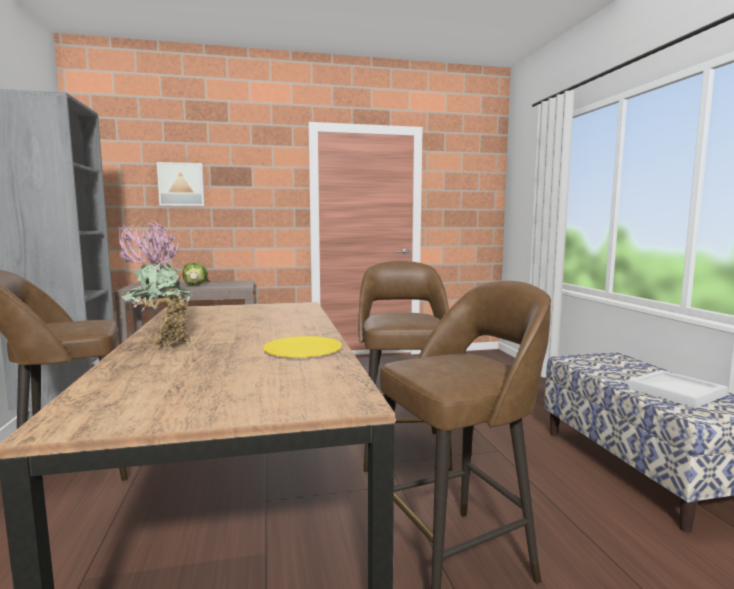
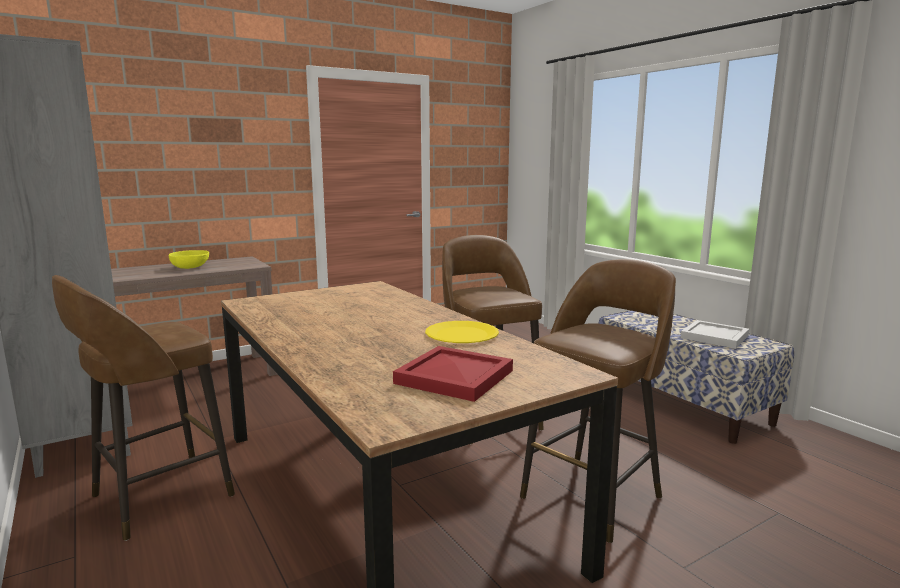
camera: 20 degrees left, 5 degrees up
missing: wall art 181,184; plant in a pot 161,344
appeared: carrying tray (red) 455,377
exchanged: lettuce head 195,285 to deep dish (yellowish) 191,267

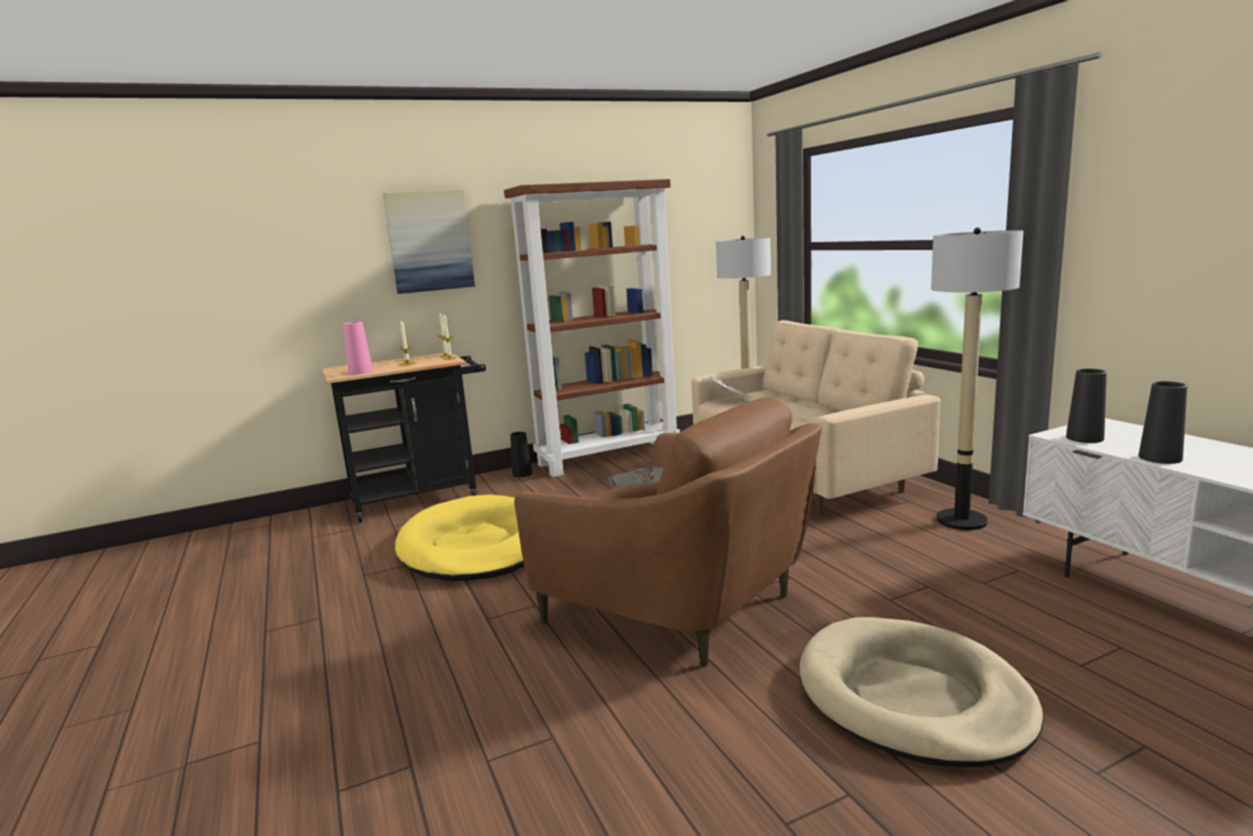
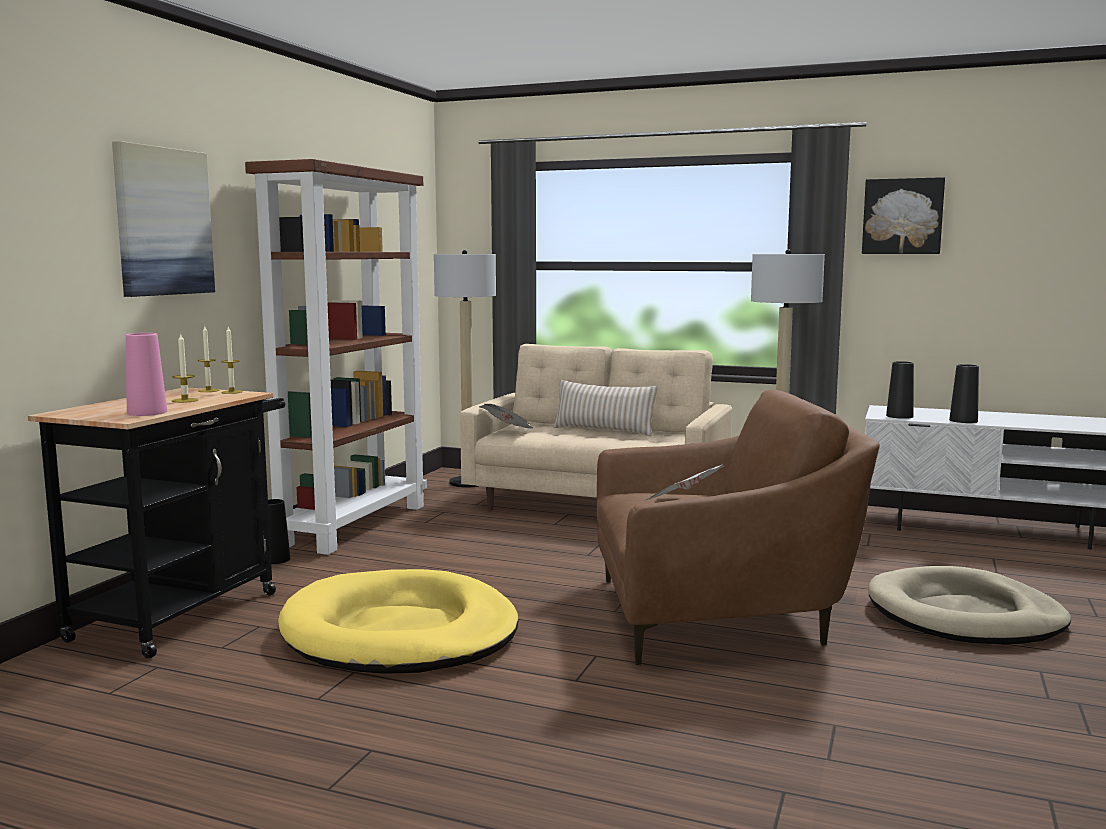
camera: 45 degrees left, 5 degrees down
appeared: wall art 902,216; cushion (sand-coloured) 604,430

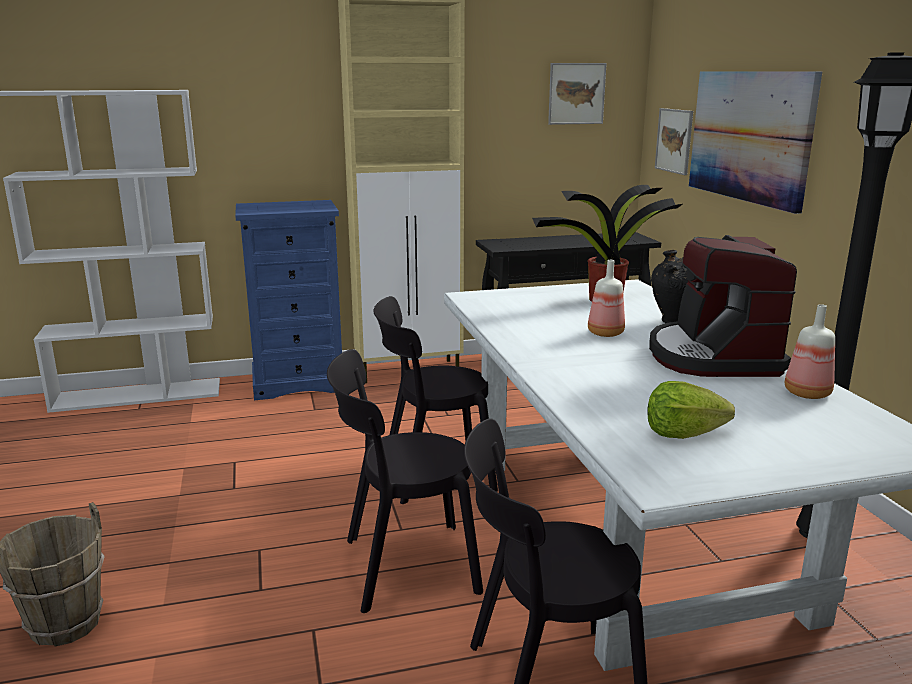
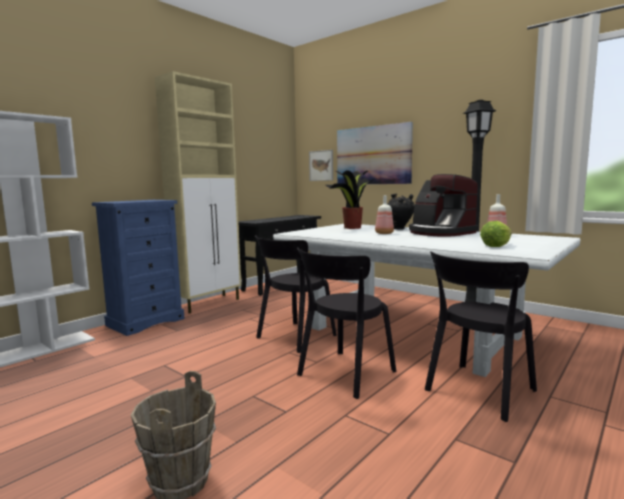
camera: 35 degrees left, 10 degrees down
missing: wall art 576,93

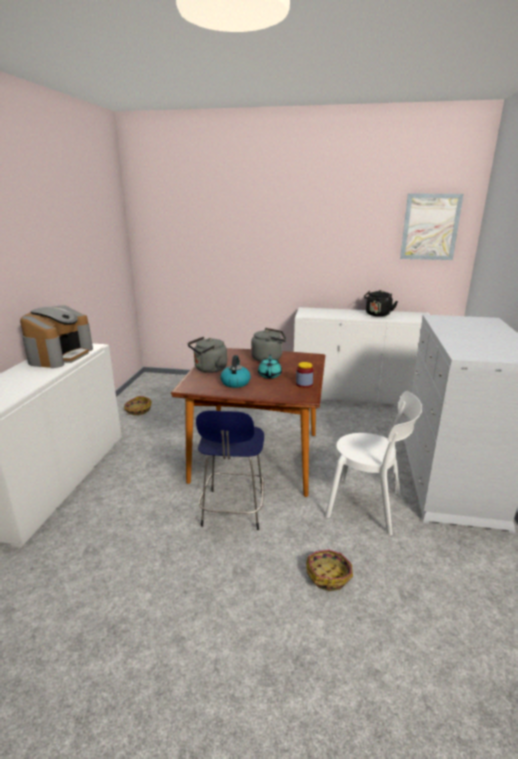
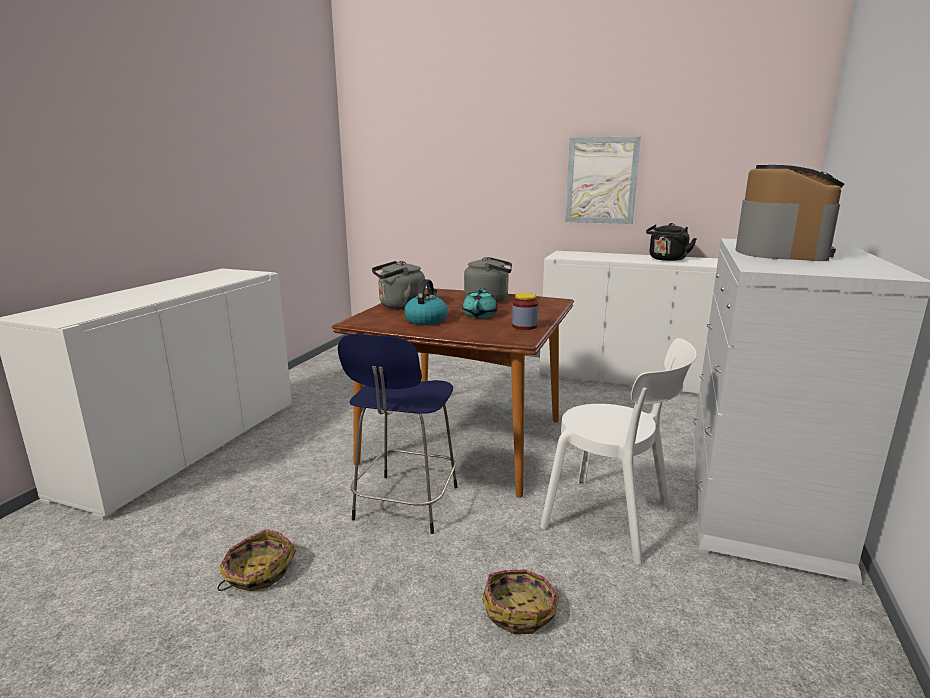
camera: 10 degrees right, 5 degrees down
relocated: wall art 430,227 to 601,180; coffee maker 60,355 to 781,251; household basket 138,410 to 257,572

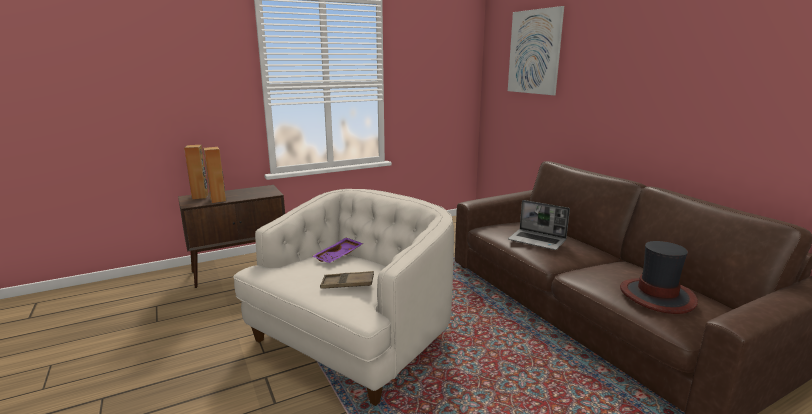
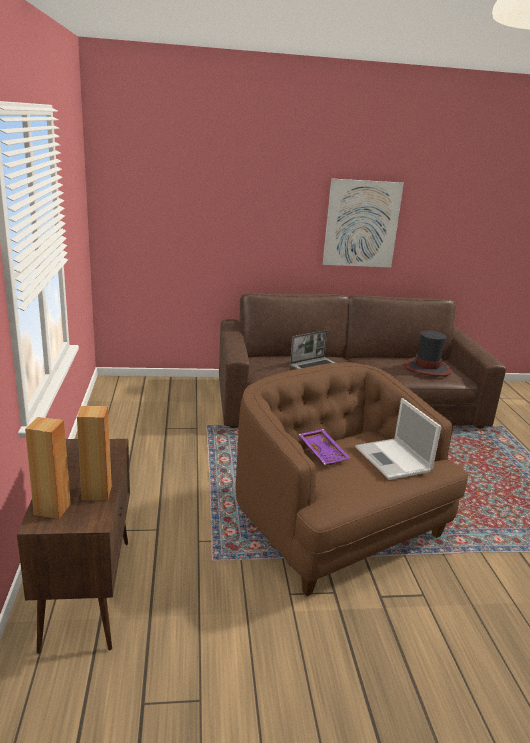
camera: 70 degrees left, 5 degrees up
relocated: wall art 534,52 to 361,224
exchanged: carrying tray (brownish) 347,284 to notebook computer 393,460
colour: armchair (white) 352,340 to armchair (brownish) 336,527

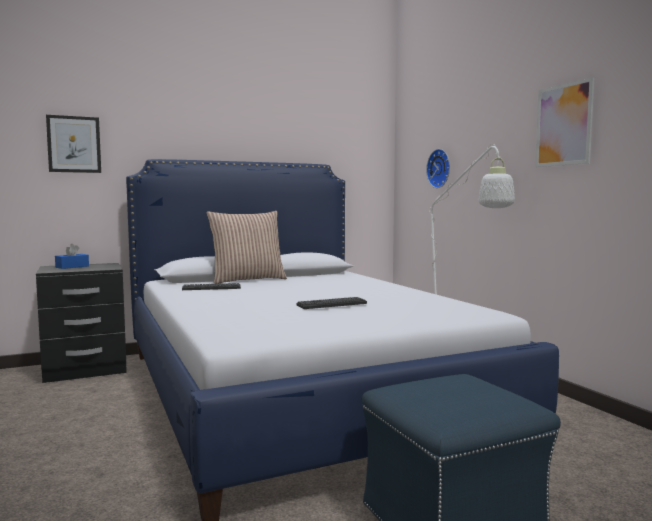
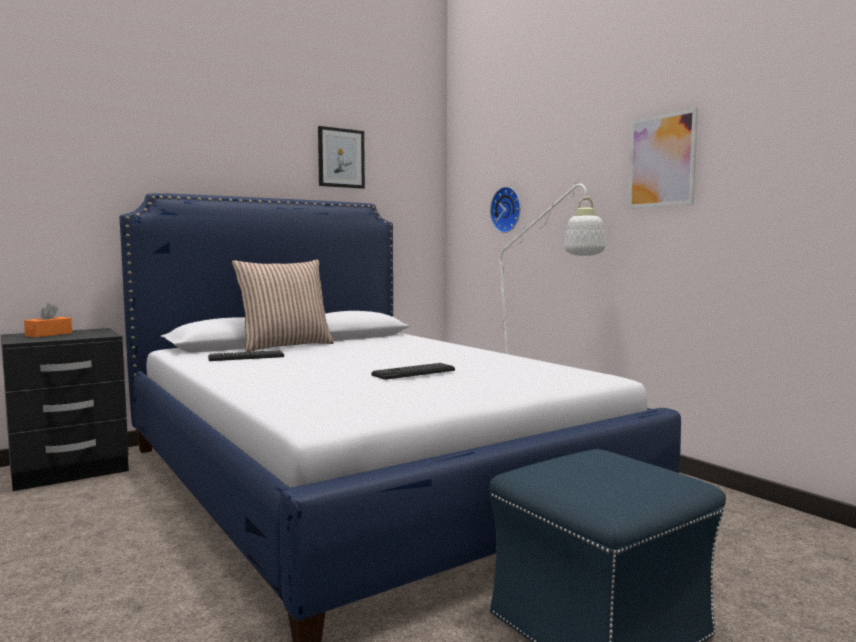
camera: 10 degrees left, 0 degrees up
relocated: wall art 74,144 to 341,158
colour: tissue box (bluish) 72,267 to tissue box (orange) 49,334

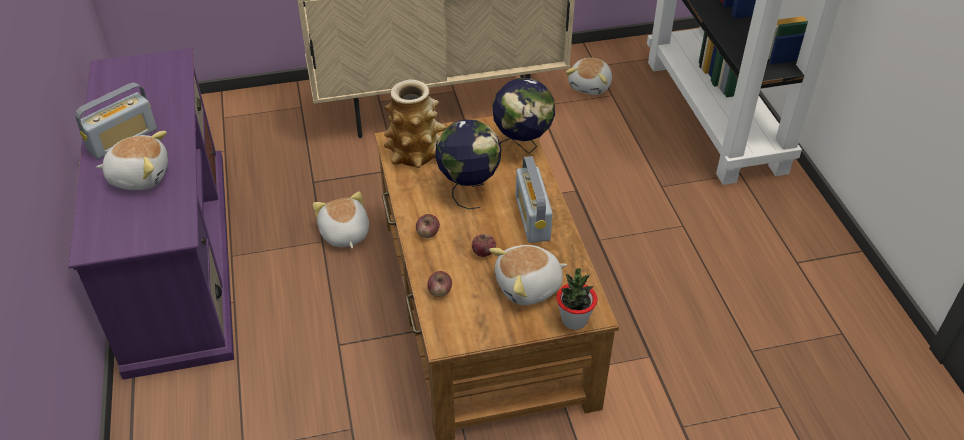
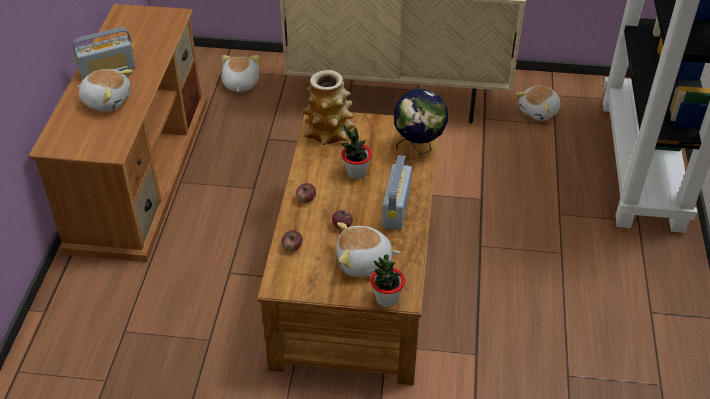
camera: 20 degrees right, 0 degrees up
relocated: soft toy 344,234 to 240,84
exchanged: world globe 468,190 to plant in a pot 356,173
colour: media console (purplish) 176,255 to media console (brownish) 140,170

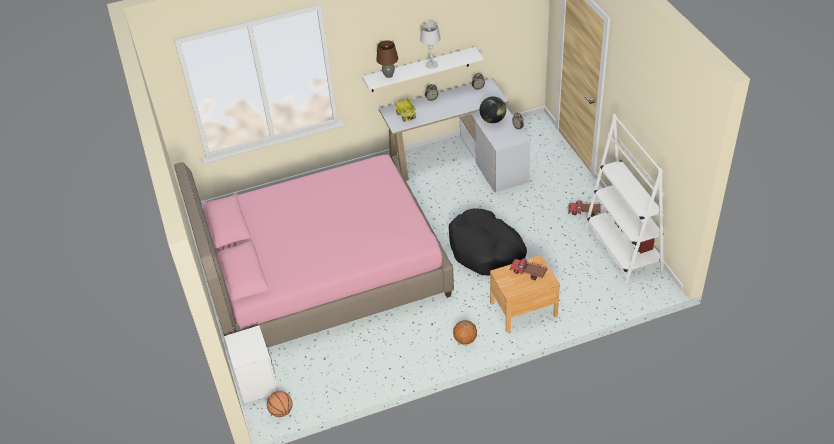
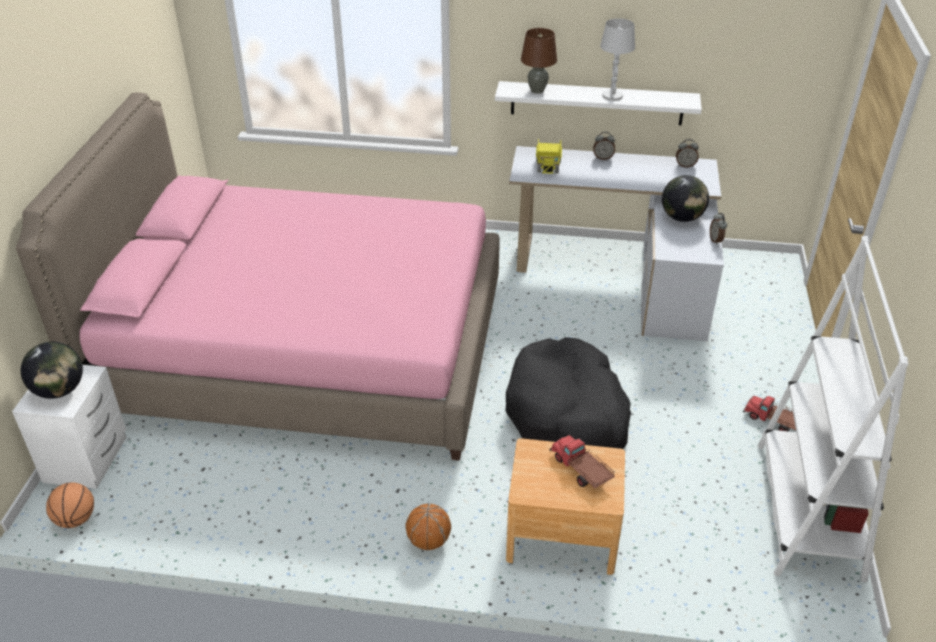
camera: 25 degrees right, 5 degrees down
appeared: world globe 59,390

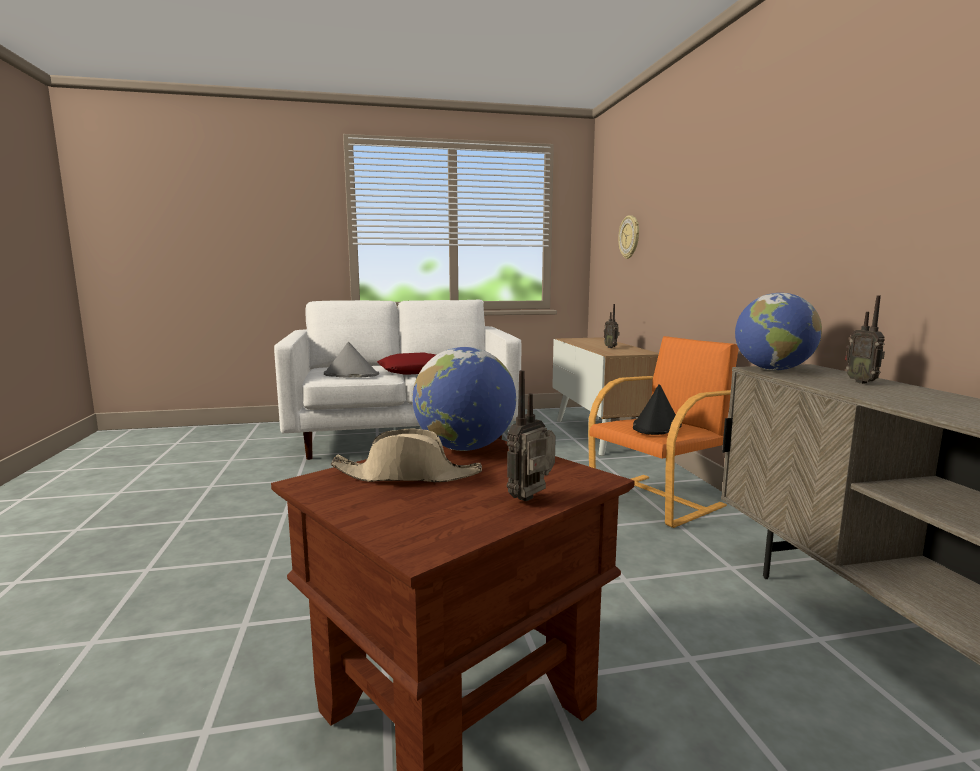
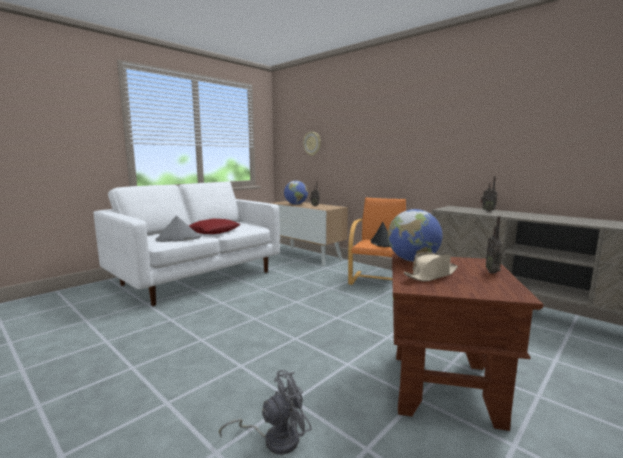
camera: 35 degrees left, 0 degrees up
appeared: cooling fan (gray) 274,439
relocated: world globe 773,369 to 296,204

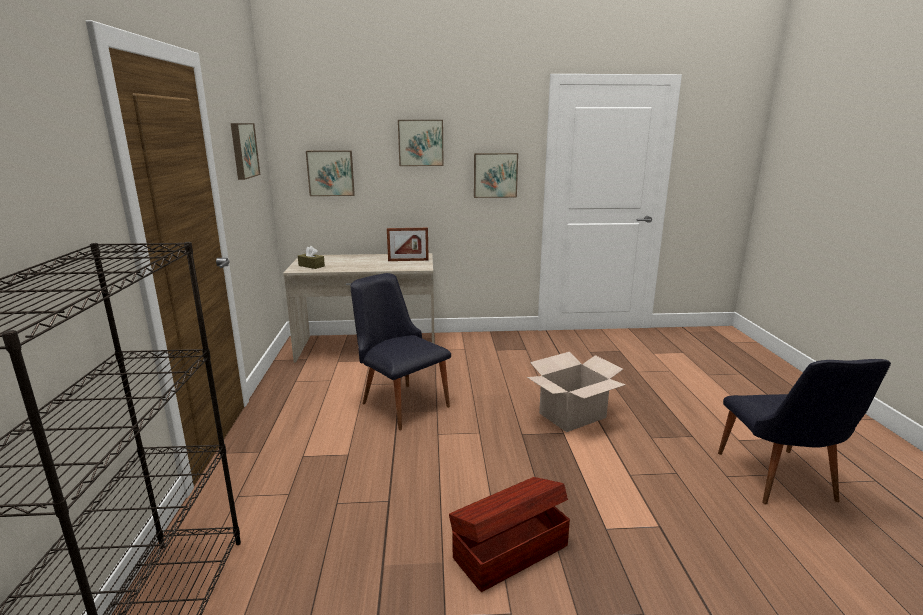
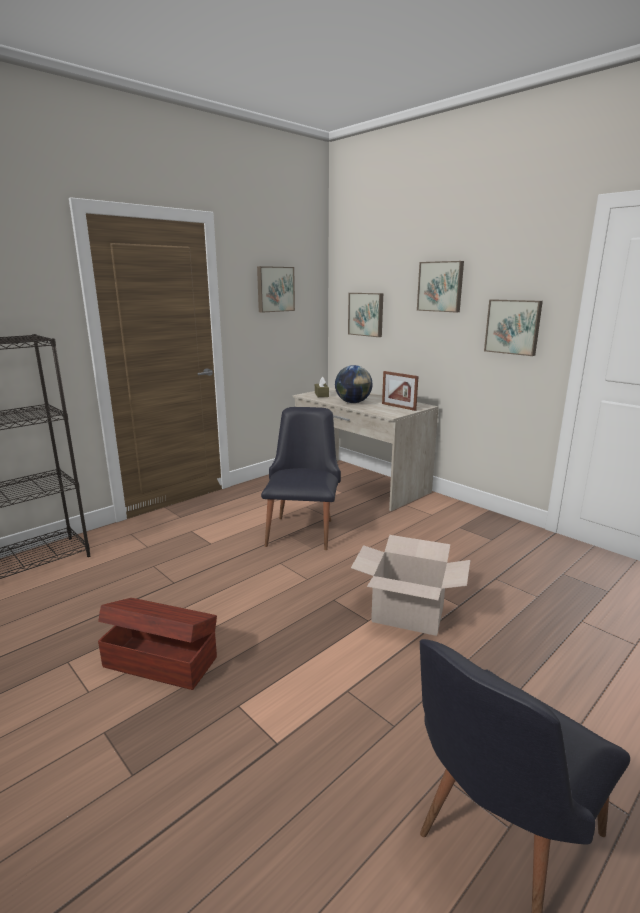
camera: 50 degrees right, 0 degrees up
appeared: world globe 353,402

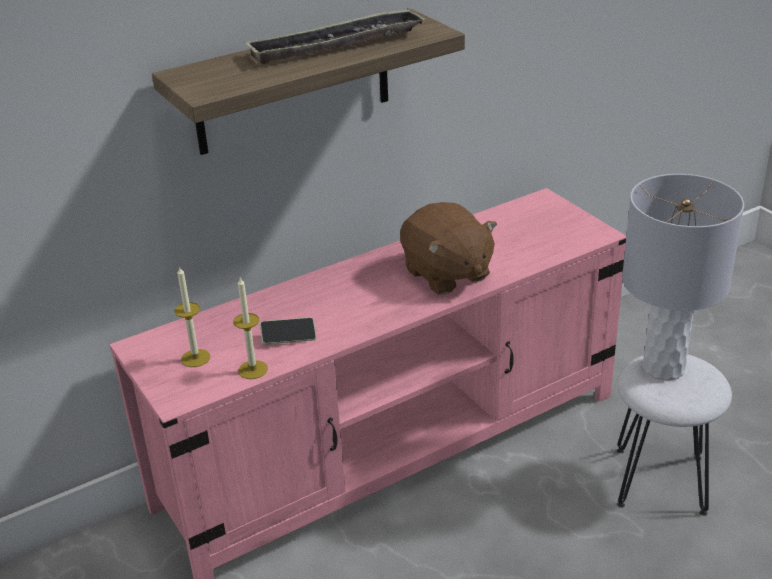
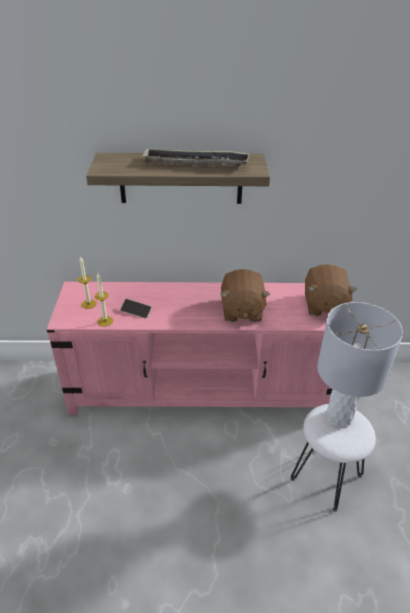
camera: 30 degrees right, 5 degrees up
appeared: soft toy (brownish) 324,305

